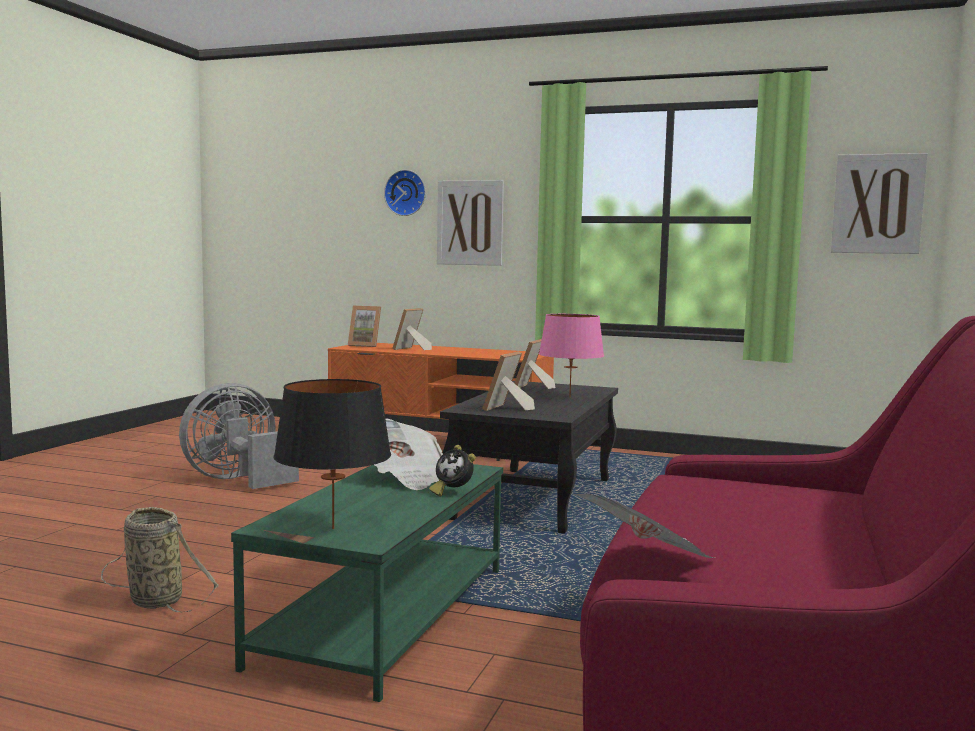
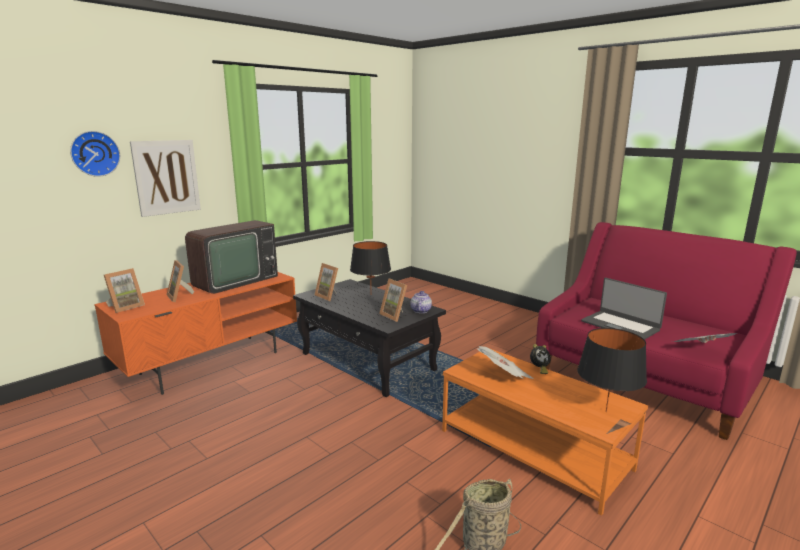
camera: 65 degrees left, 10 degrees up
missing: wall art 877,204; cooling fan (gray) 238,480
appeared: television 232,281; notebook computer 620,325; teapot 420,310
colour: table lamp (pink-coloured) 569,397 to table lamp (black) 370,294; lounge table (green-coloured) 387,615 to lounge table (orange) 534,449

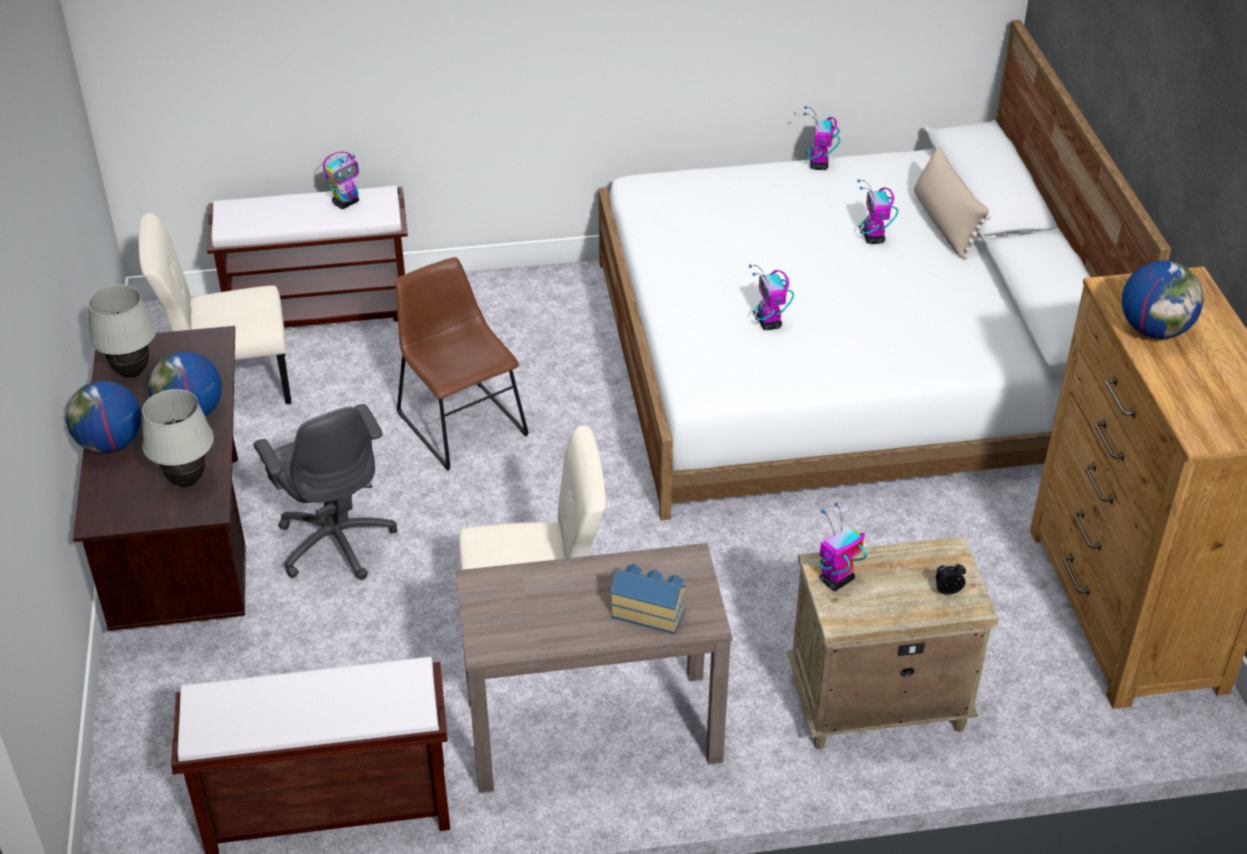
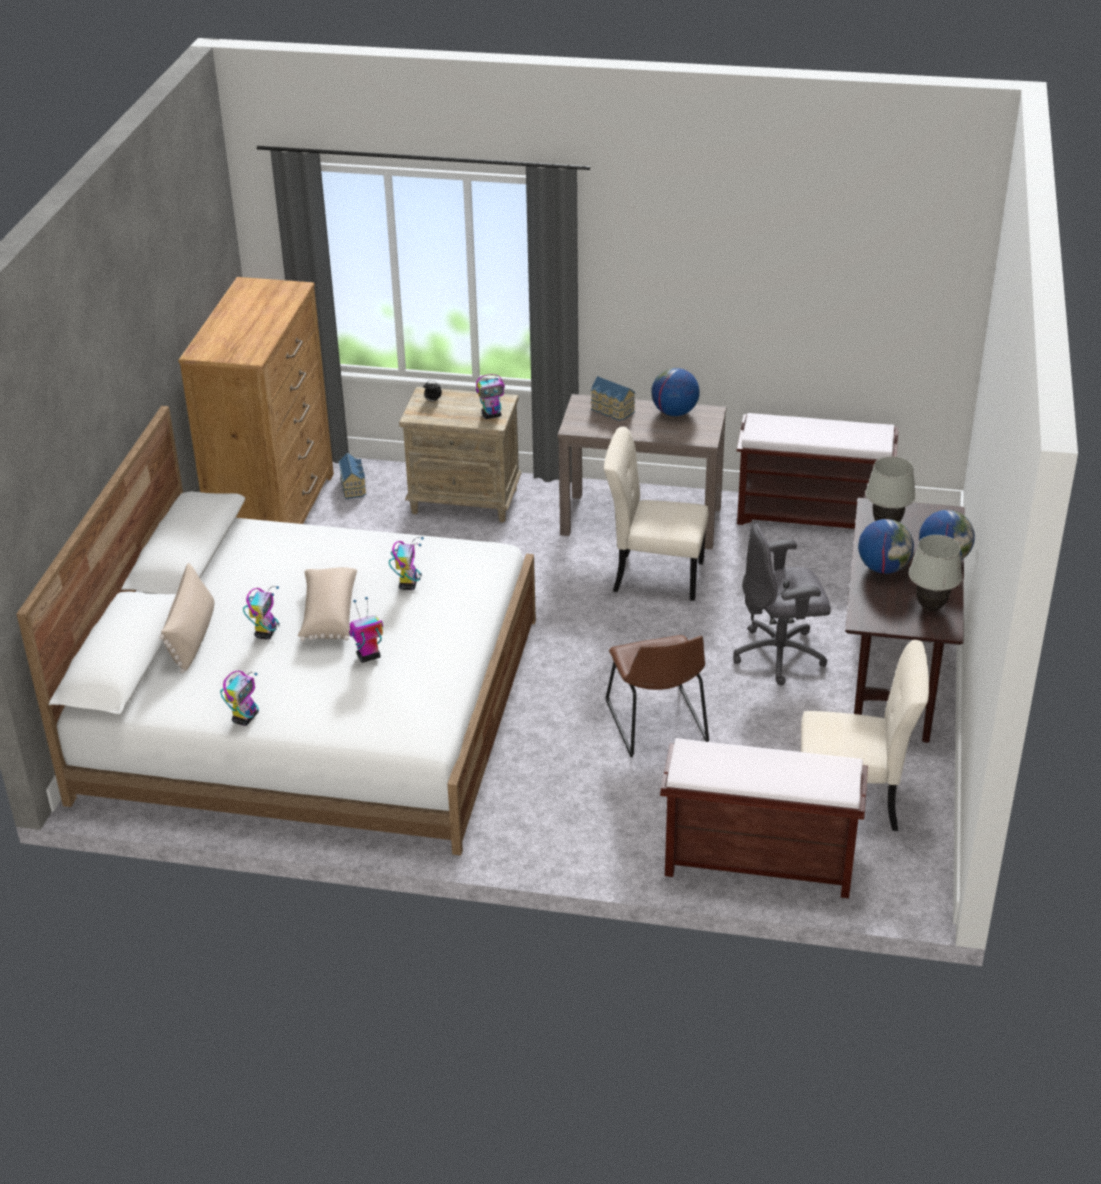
camera: 160 degrees left, 5 degrees down
appeared: toy house 354,487; cushion (sand-coloured) 328,615
relocated: robot figure 346,202 to 368,657; world globe 1154,330 to 674,412
spun: computer chair (gray) 335,541 = 780,655 90 degrees counterclockwise

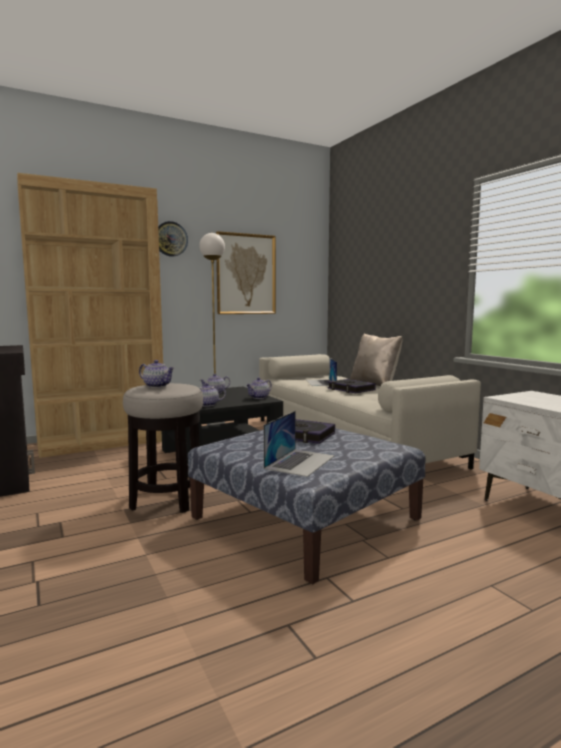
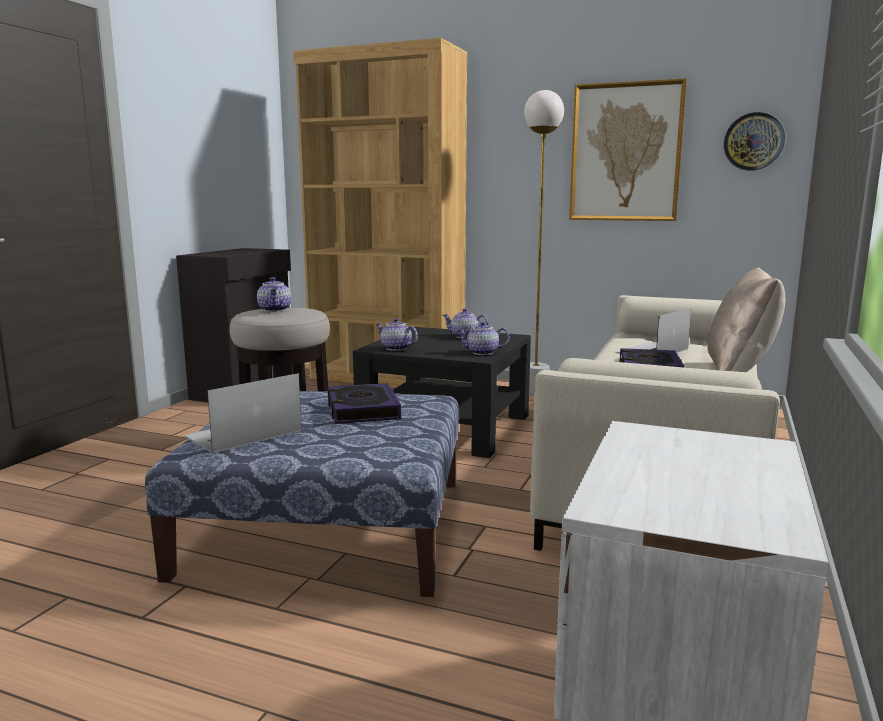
camera: 50 degrees right, 5 degrees up
relocated: hanging clock 170,239 to 753,141
spun: notebook computer 300,462 = 243,433 150 degrees clockwise

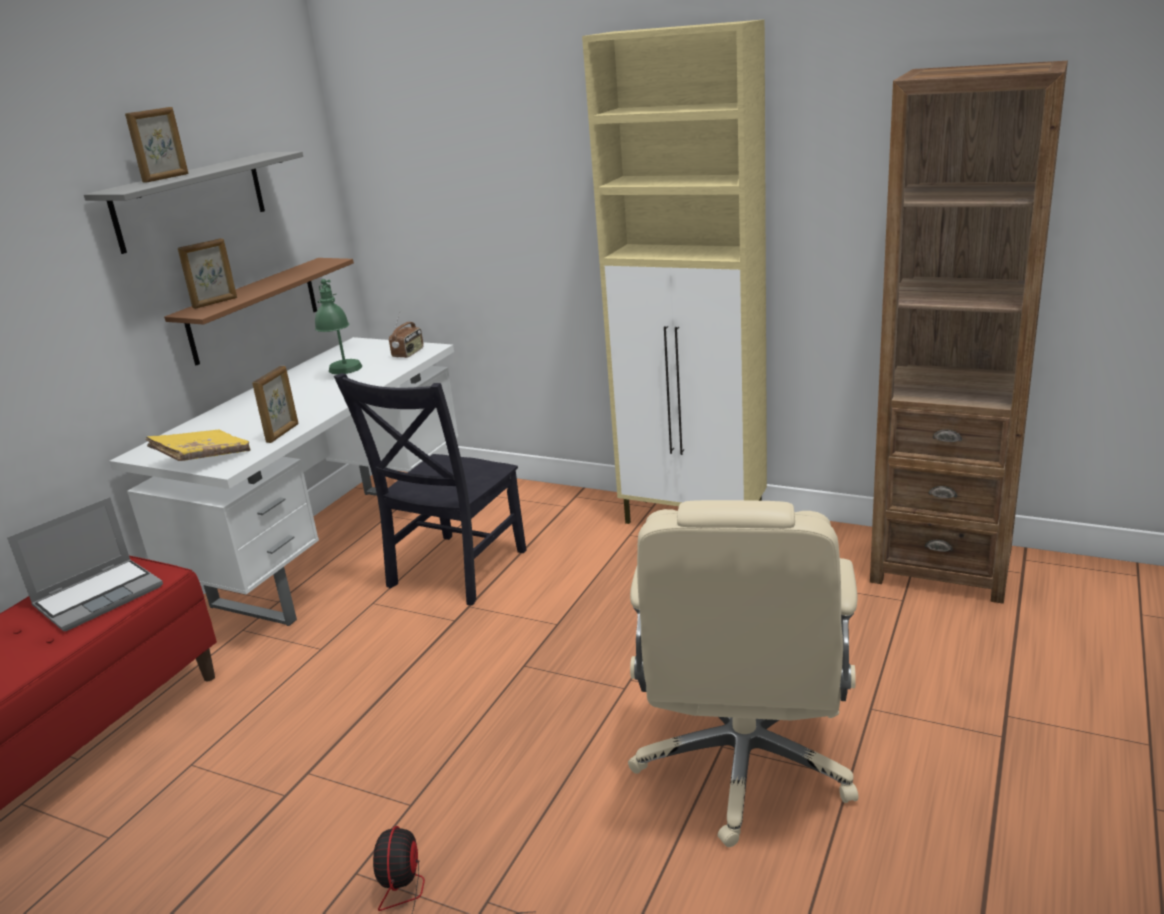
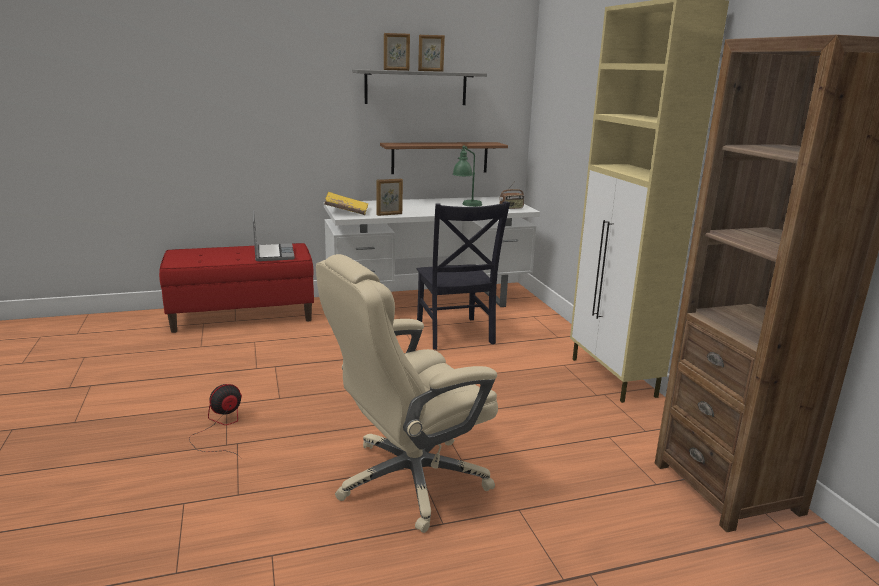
camera: 45 degrees right, 5 degrees down
relocated: photo frame 215,303 to 430,71
spun: chair (black) 454,571 = 455,334 90 degrees counterclockwise; notebook computer 99,595 = 273,253 105 degrees counterclockwise

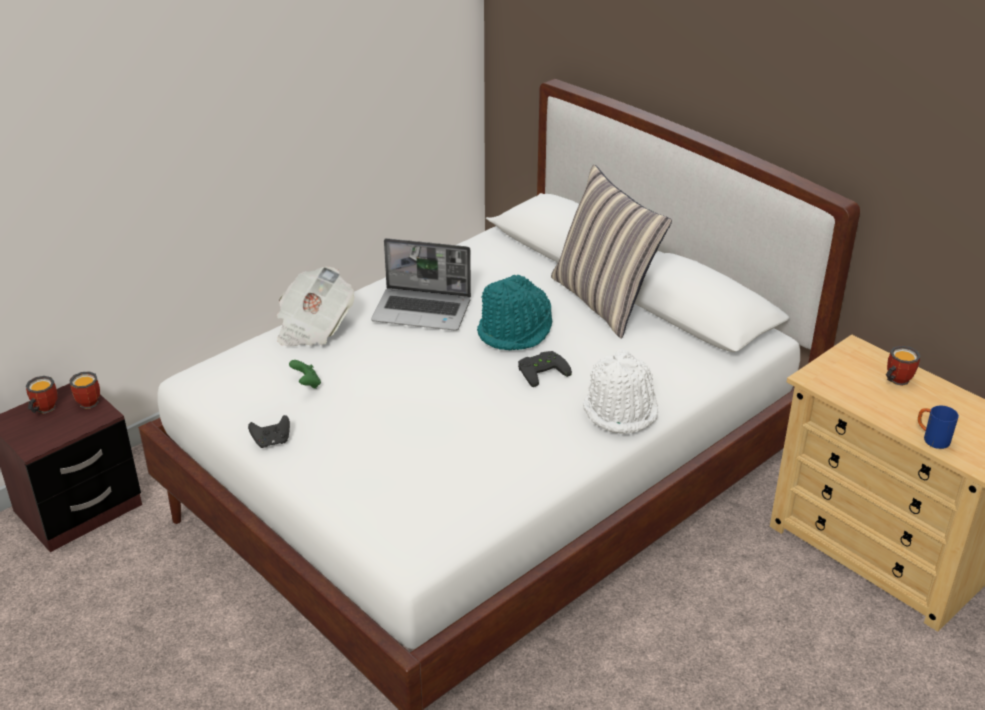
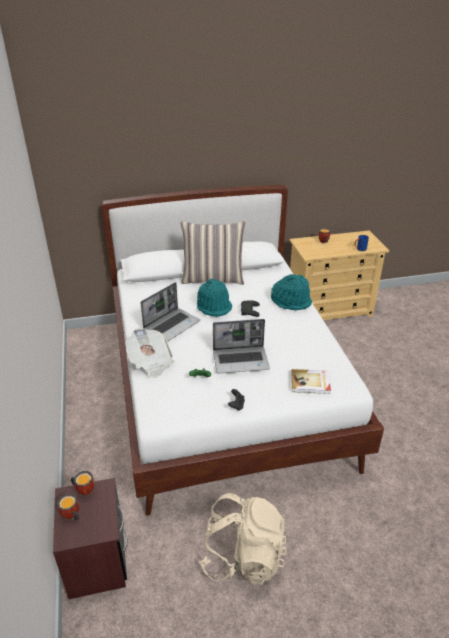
camera: 60 degrees left, 0 degrees up
appeared: notebook computer 241,360; volume 310,383; knapsack (sand-coloured) 243,557
colour: hat (white) 621,409 to hat (turquoise) 291,301

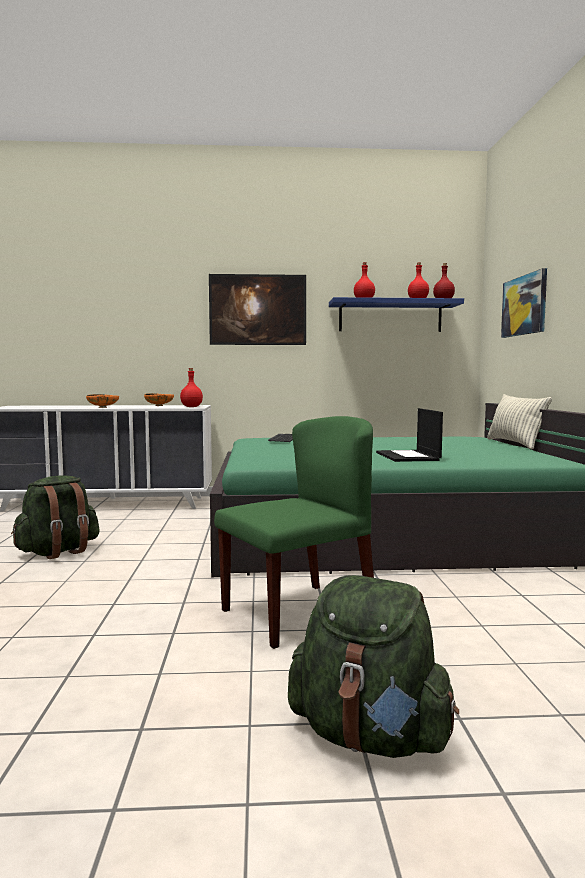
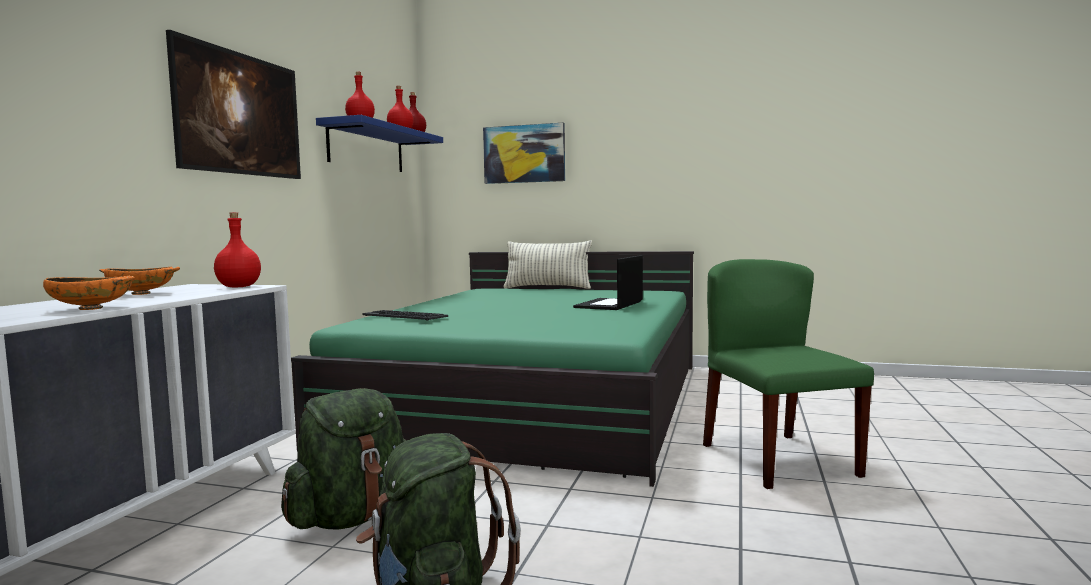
camera: 70 degrees left, 0 degrees up
relocated: knapsack (green-coloured) 370,737 to 353,517
spun: notebook computer 408,456 = 609,305 105 degrees clockwise

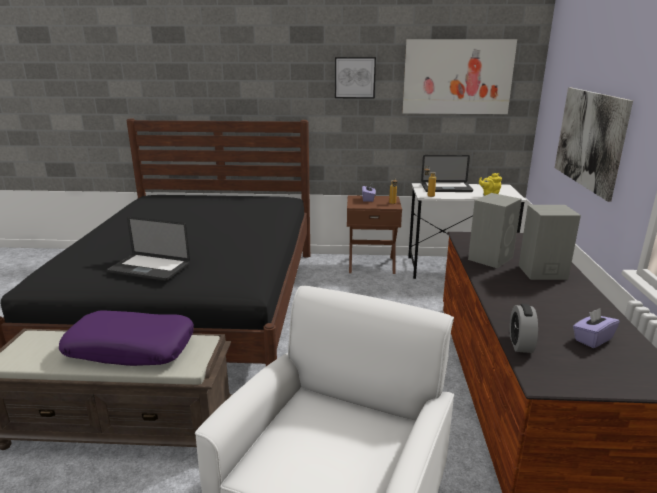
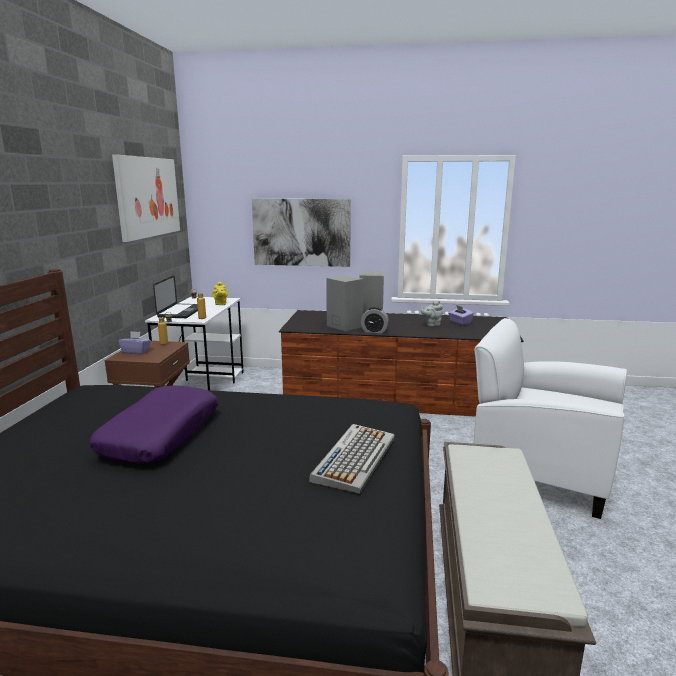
camera: 85 degrees left, 5 degrees down
missing: wall art 355,77
appeared: teapot (gray) 431,324
relocated: bedside clock 520,344 to 374,331; cushion (purplish) 131,348 to 160,435
exchanged: notebook computer 149,268 to keyboard 354,458

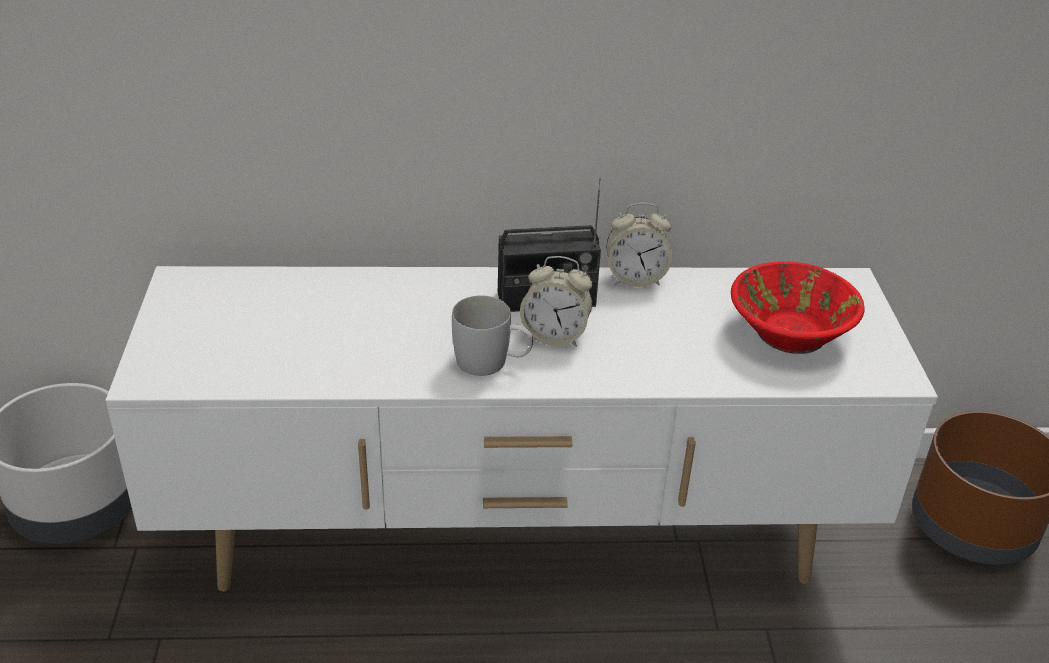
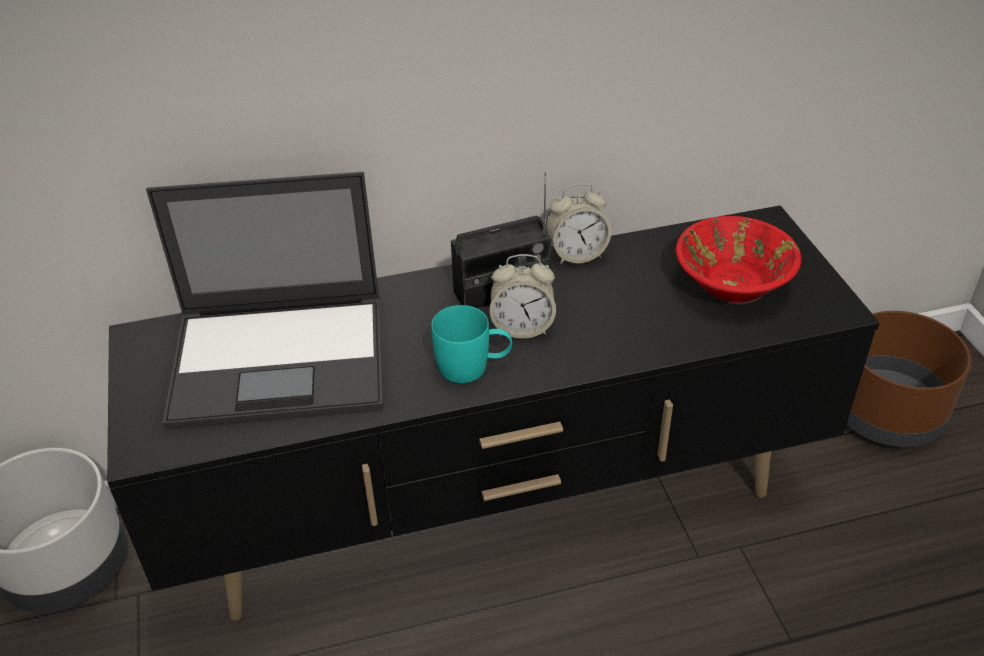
camera: 10 degrees left, 5 degrees up
appeared: notebook computer 282,360
colour: media console (white) 518,539 to media console (black) 498,509; coffee mug (white) 492,363 to coffee mug (turquoise) 473,367

